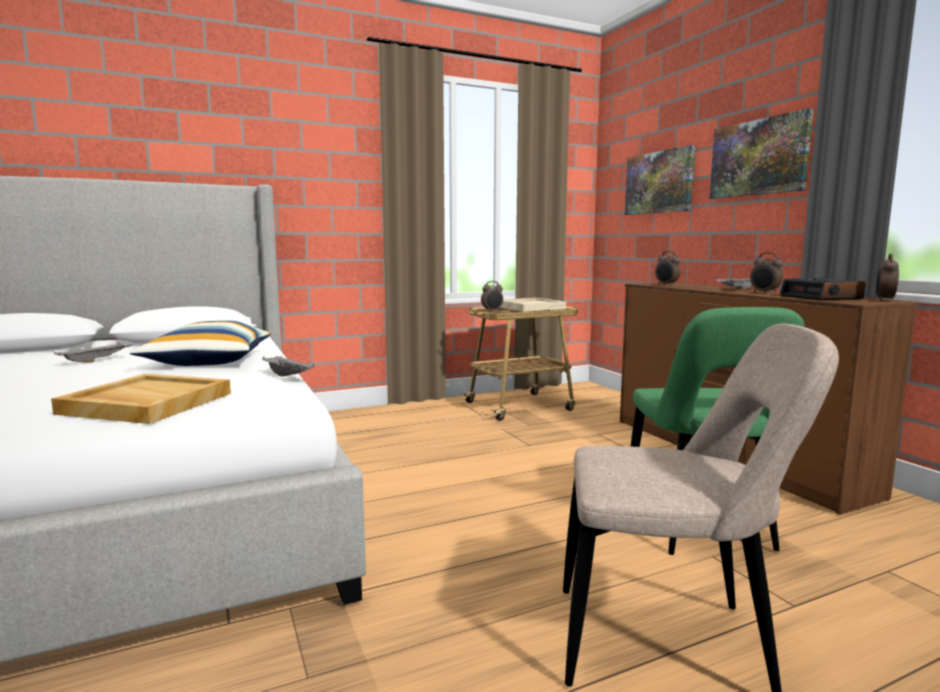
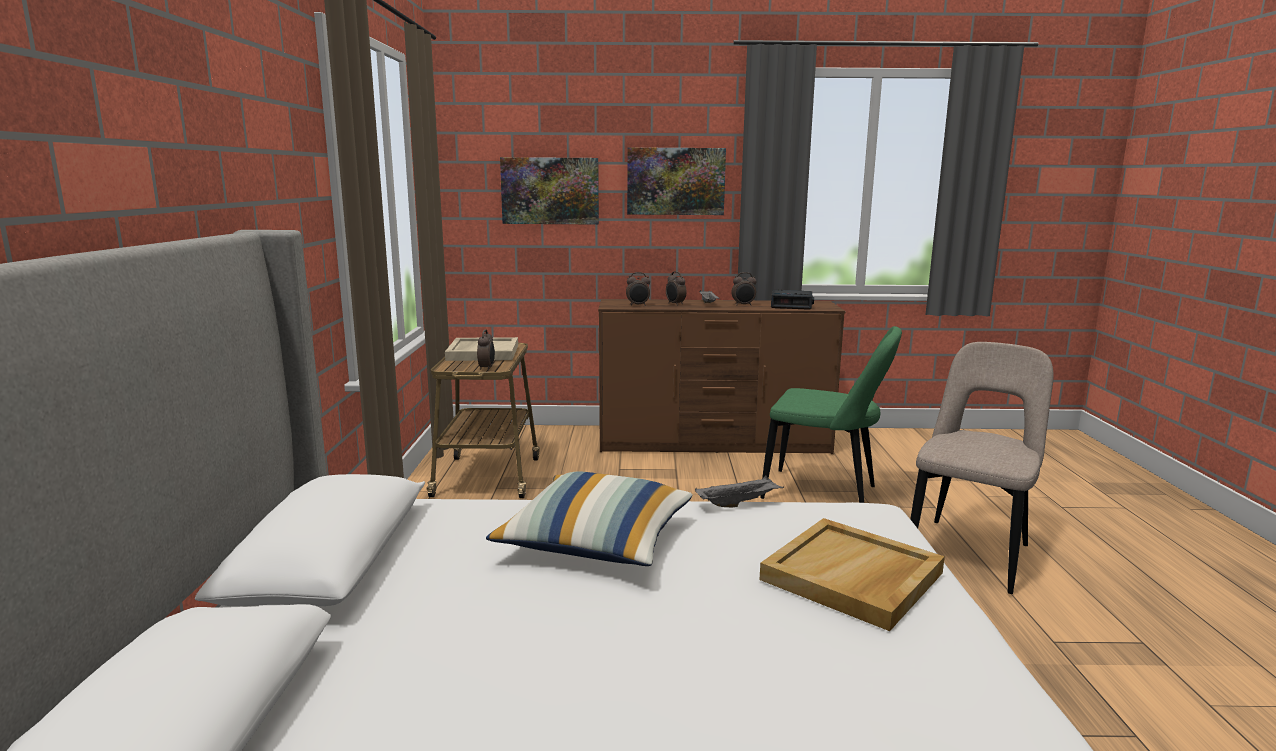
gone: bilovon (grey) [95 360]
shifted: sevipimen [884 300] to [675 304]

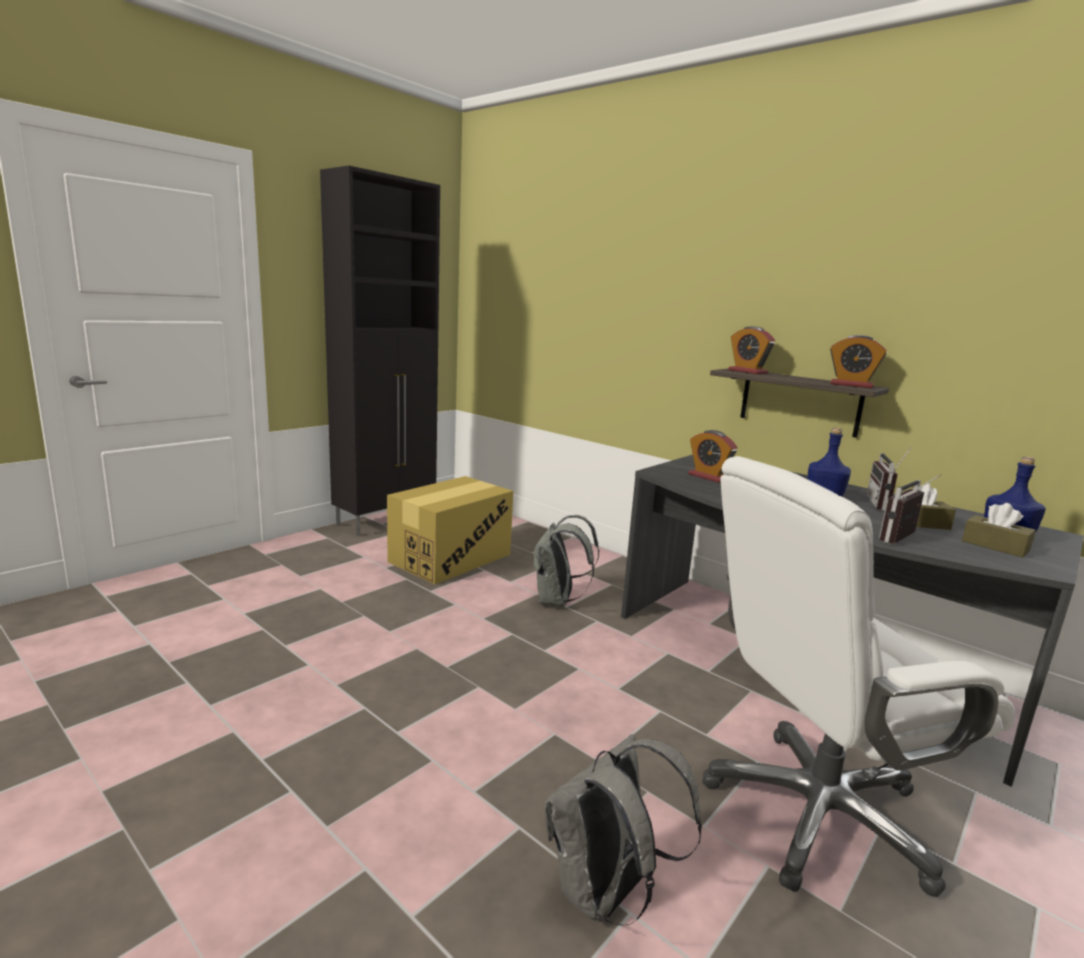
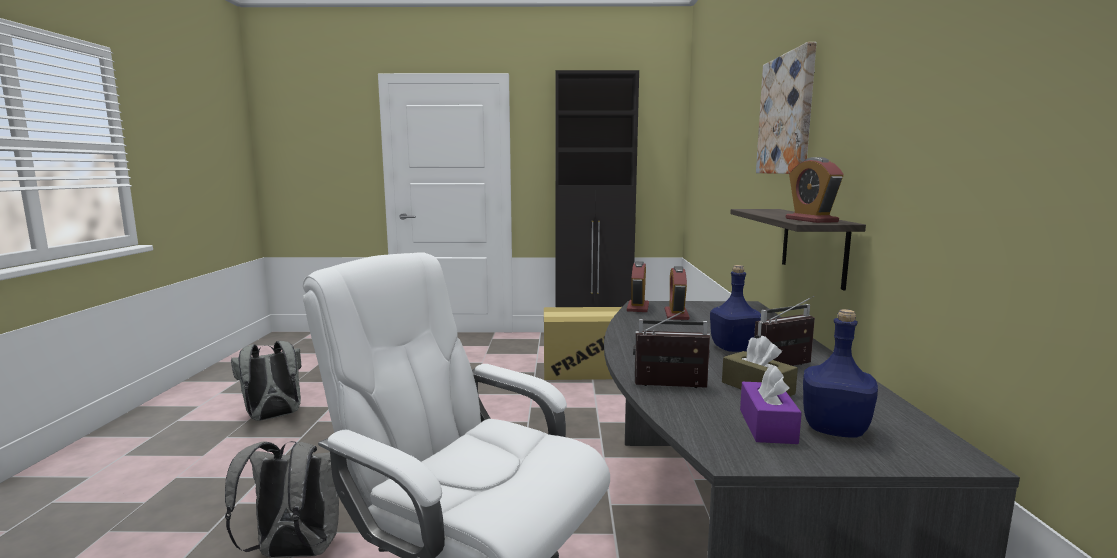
new: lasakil [787 115]
shifted: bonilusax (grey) [557 601] to [273 417]; sevipimen [747 371] to [638 307]
repainted: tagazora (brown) [995 546] to tagazora (purple) [767 426]

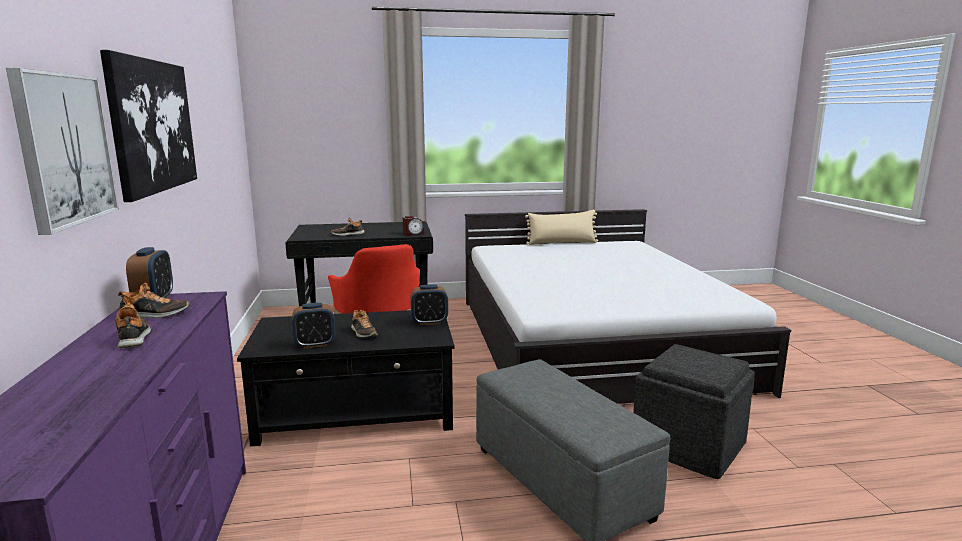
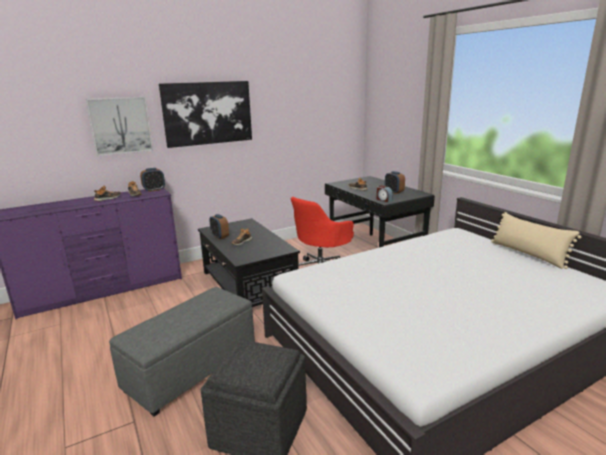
shifted: sevipimen [429 322] to [394 192]

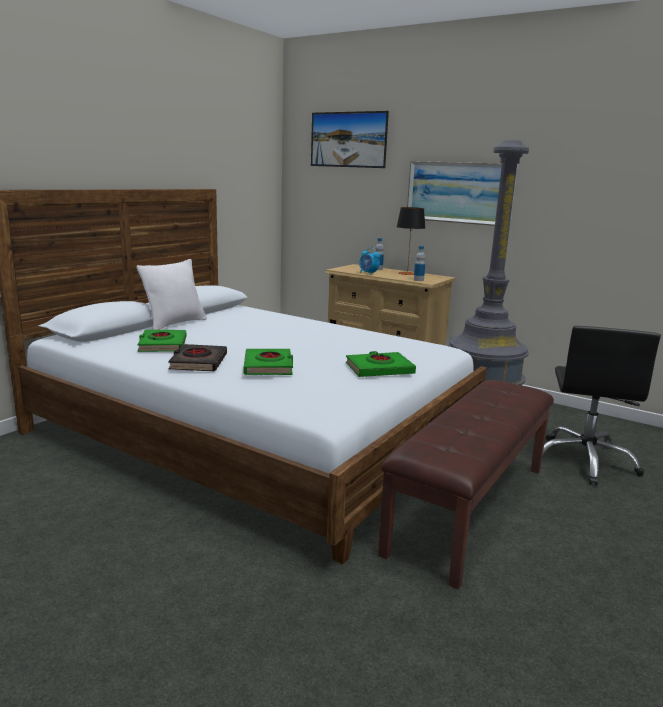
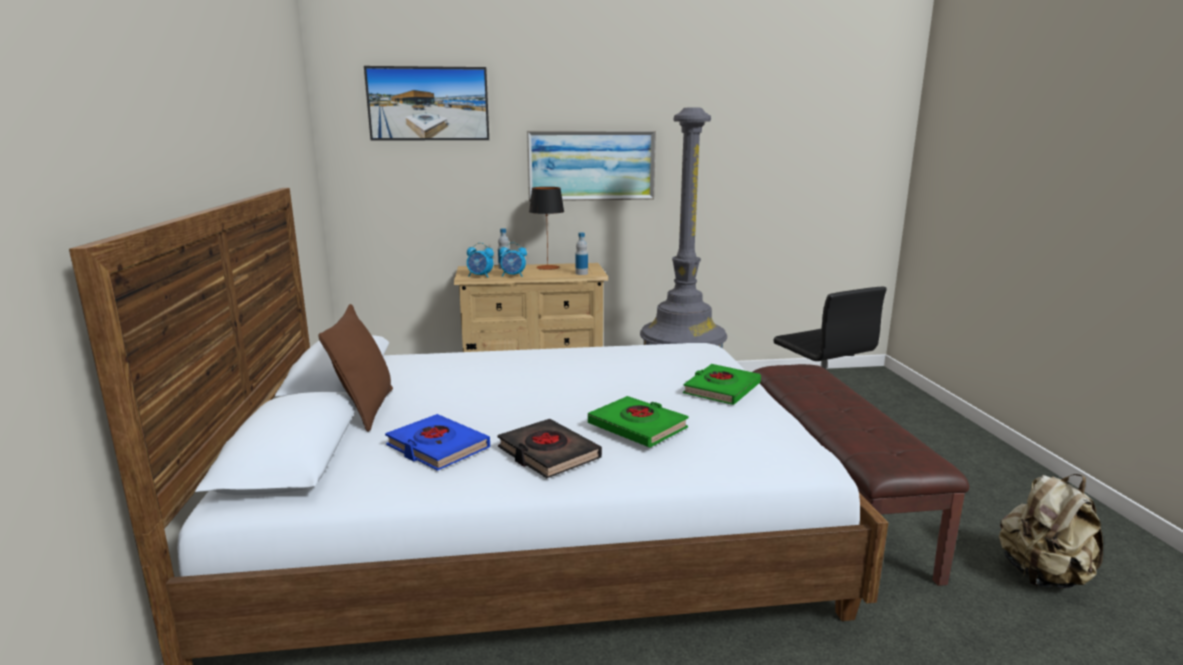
new: sevipimen [480 276]; bonilusax (beige) [1042 576]
repainted: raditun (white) [175 323] to raditun (brown) [366 410]; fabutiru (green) [162 345] to fabutiru (blue) [437 448]

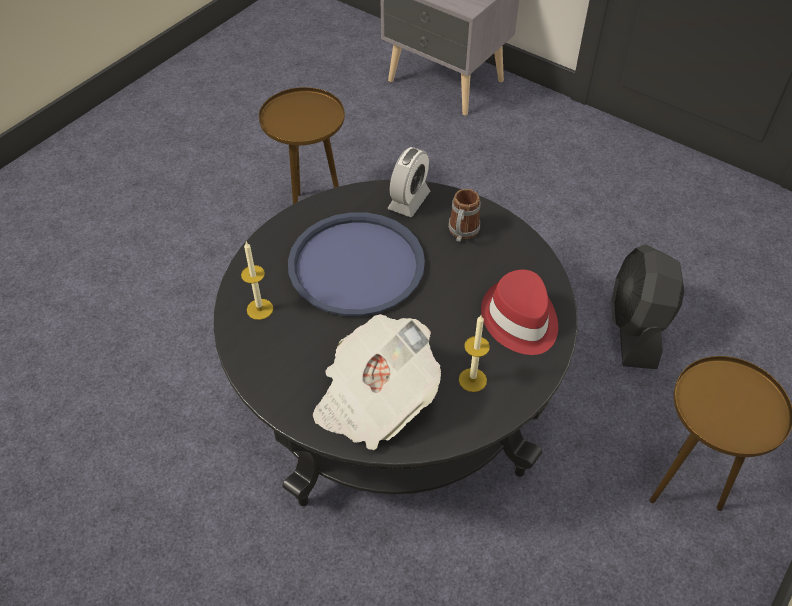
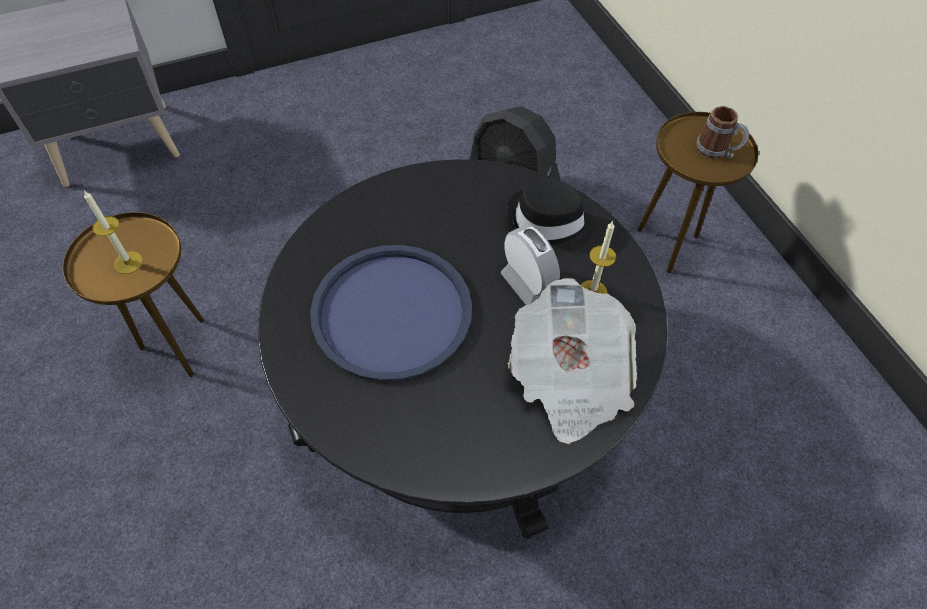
shifted: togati [260 309] to [128 262]; sevipimen [409 201] to [528 285]; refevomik [462 233] to [717 151]
repainted: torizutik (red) [519 320] to torizutik (black) [548 224]

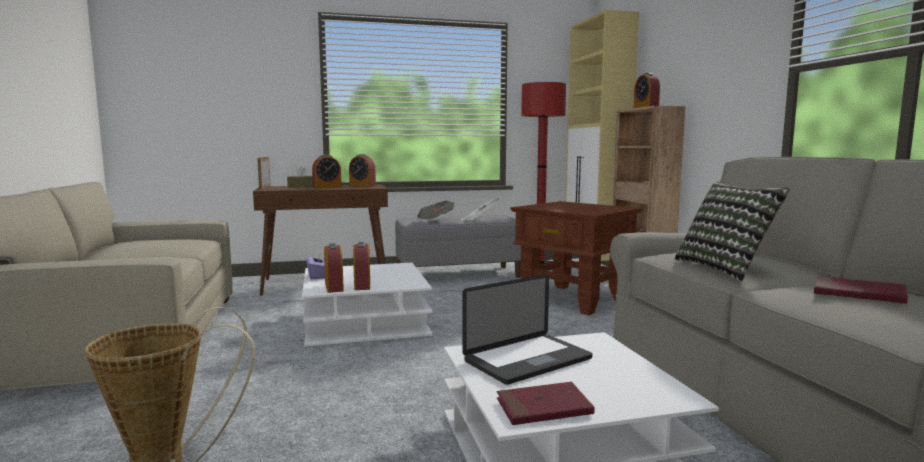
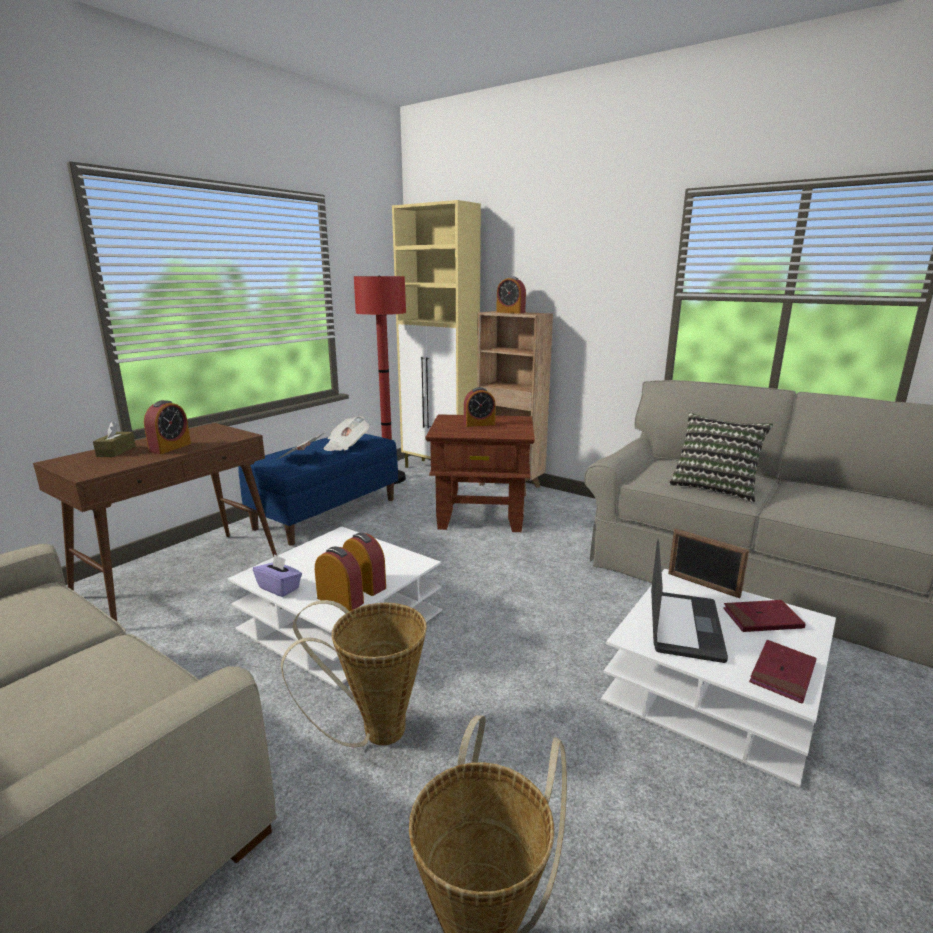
new: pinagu [374 731]
shifted: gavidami [265 188] to [703 585]; sevipimen [362 186] to [479 424]; fabutiru (red) [858 294] to [762 619]
repainted: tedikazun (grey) [459 275] to tedikazun (blue) [327 513]

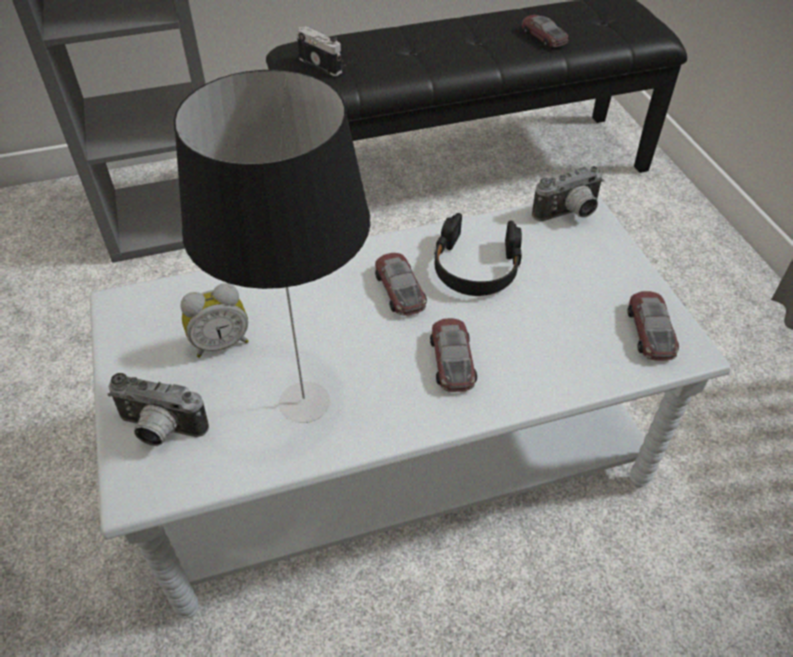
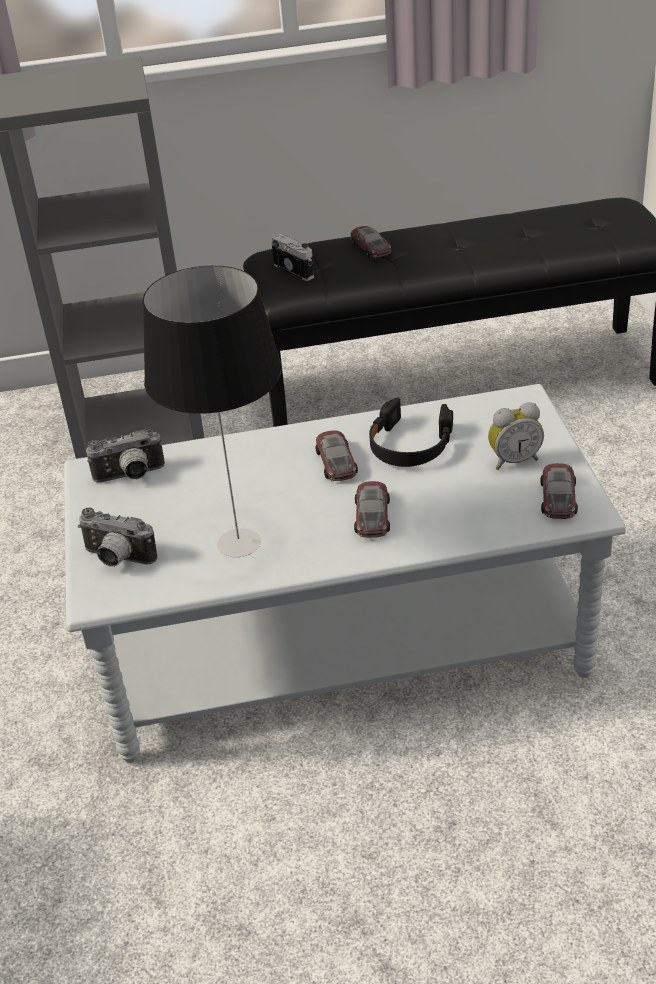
shifted: sevipimen [220 343] to [513 460]; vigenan [543 37] to [371 247]; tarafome [569 214] to [131 477]

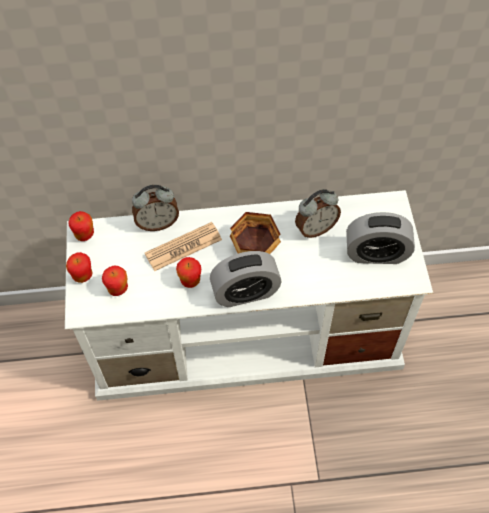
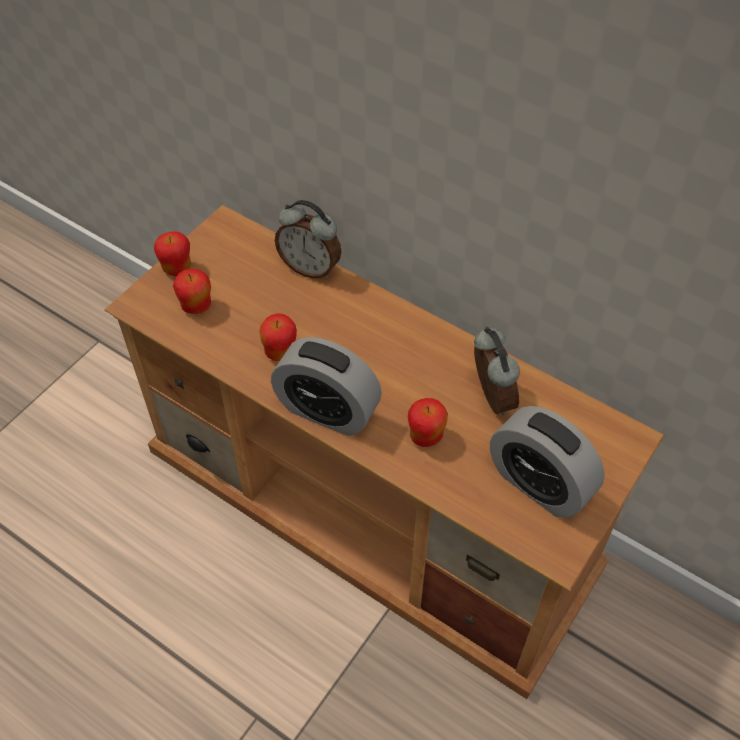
gone: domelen [183 247]; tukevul [255 246]
shifted: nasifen [84 235] to [425 437]
repainted: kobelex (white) [248 335] to kobelex (brown) [373 507]
rotated: sevipimen [315 228] = [489 398] 120 degrees counterclockwise

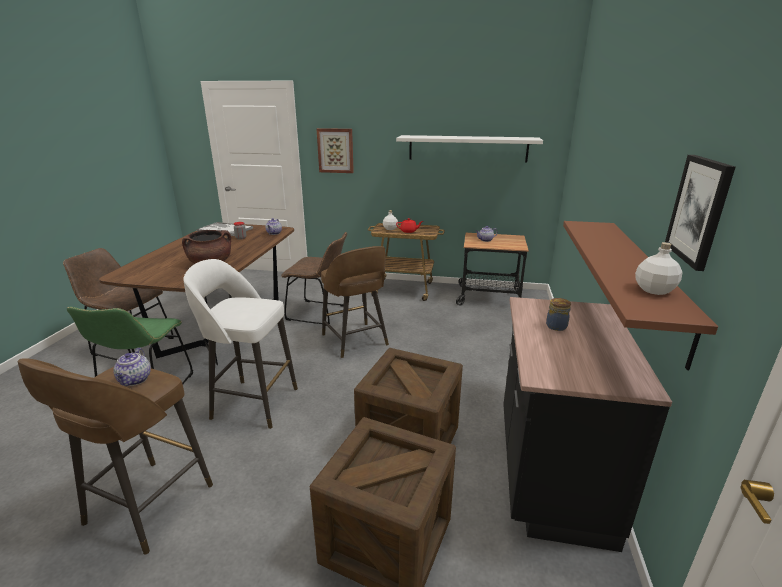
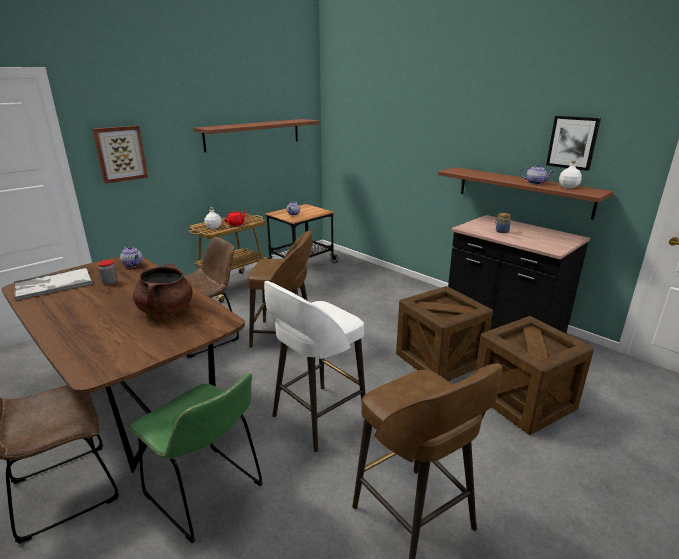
shifted: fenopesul [135 380] to [535 183]
repainted: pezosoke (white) [467 148] to pezosoke (brown) [253 134]

